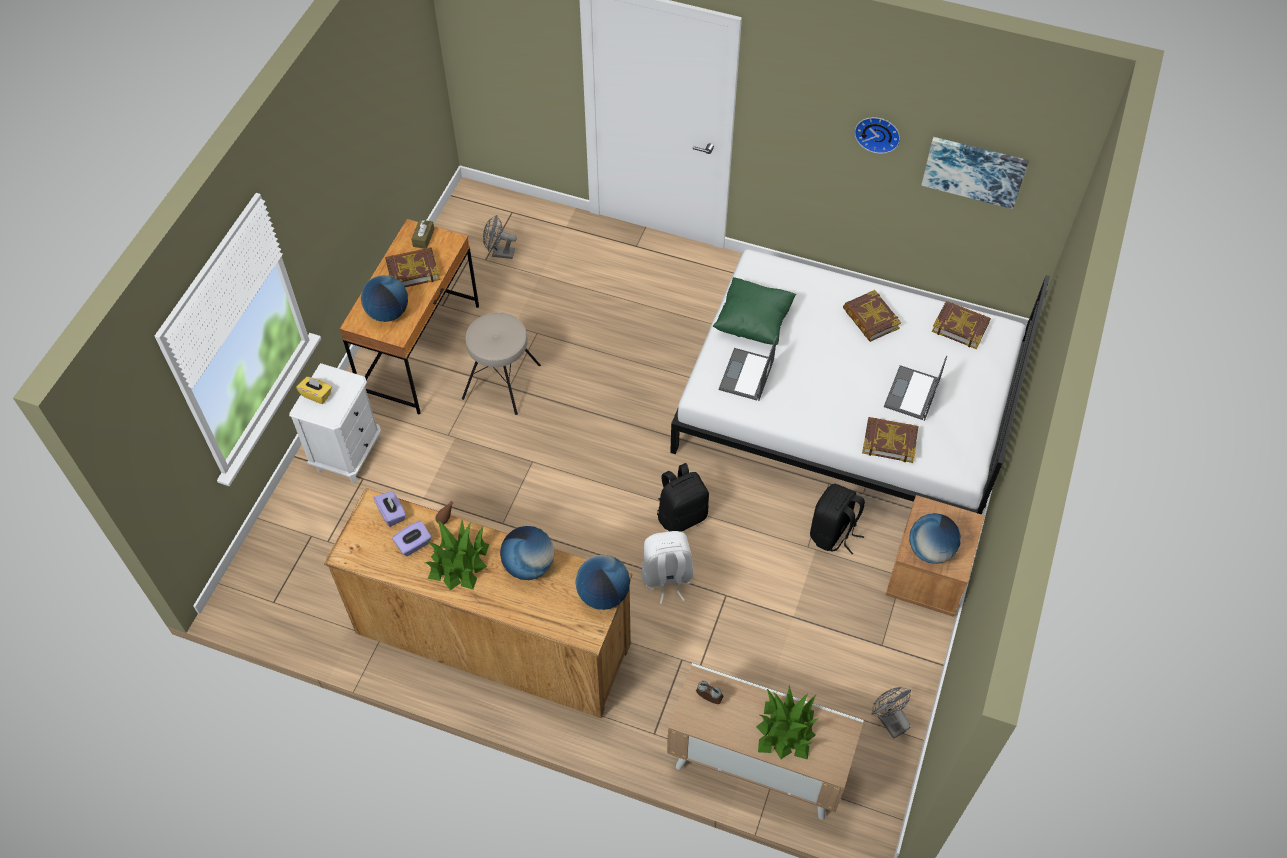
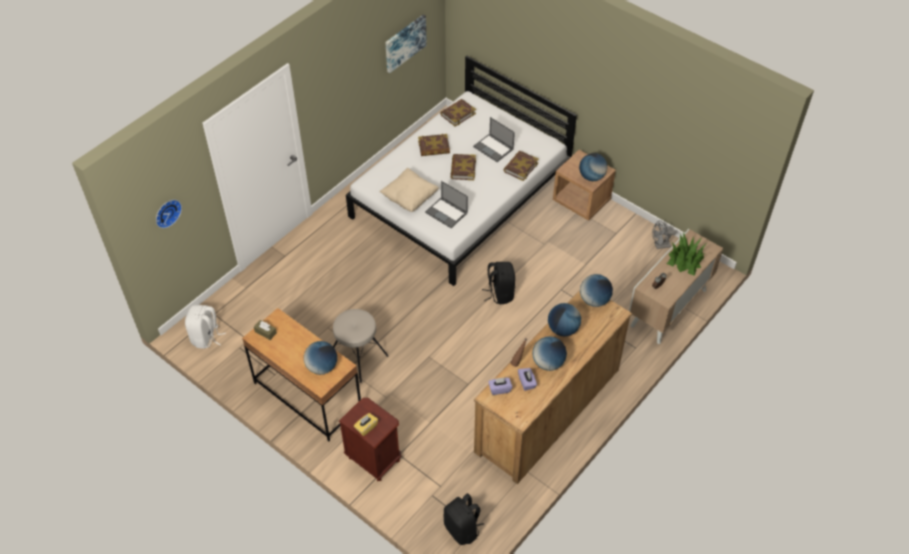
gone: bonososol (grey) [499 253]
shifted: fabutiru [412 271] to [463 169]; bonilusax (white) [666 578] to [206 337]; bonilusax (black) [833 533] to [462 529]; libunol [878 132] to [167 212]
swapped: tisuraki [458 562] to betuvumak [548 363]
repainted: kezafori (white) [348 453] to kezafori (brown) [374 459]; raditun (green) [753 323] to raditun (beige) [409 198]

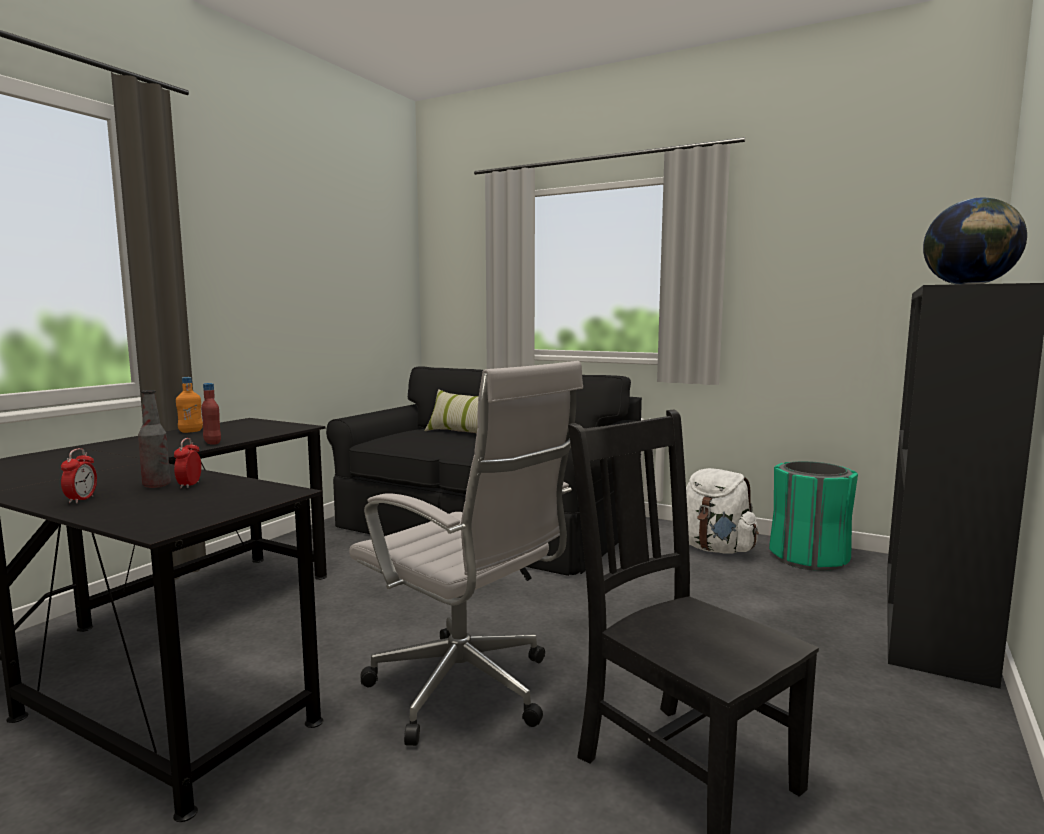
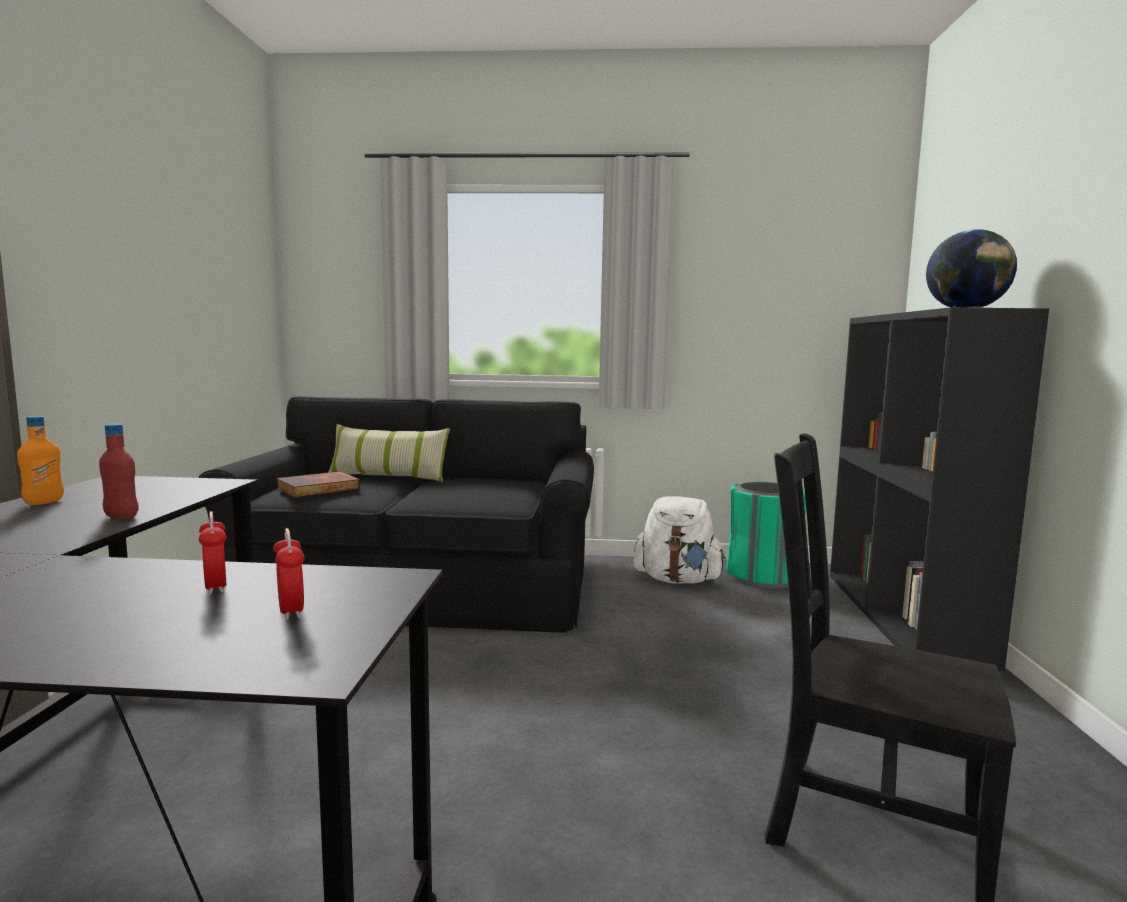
gone: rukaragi [156 485]; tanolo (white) [468 692]
new: fabutiru [318 489]
shifted: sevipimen [81 499] to [291 612]

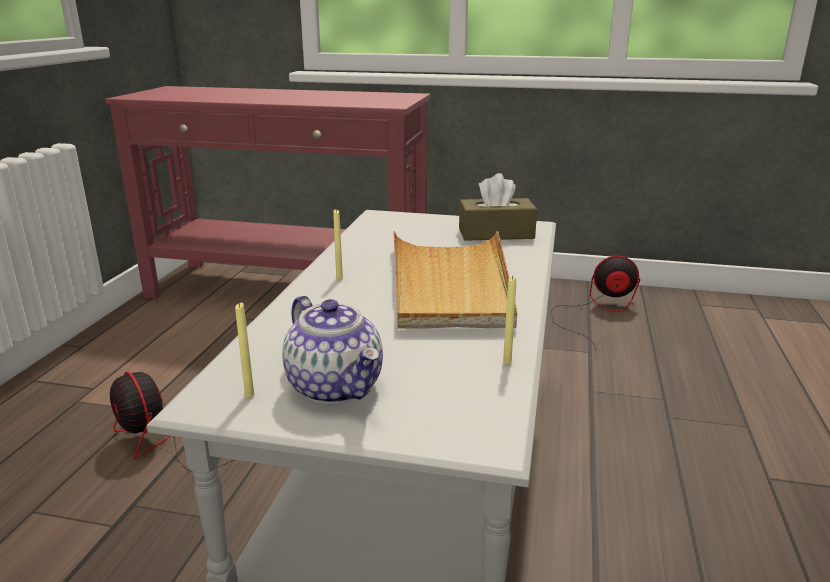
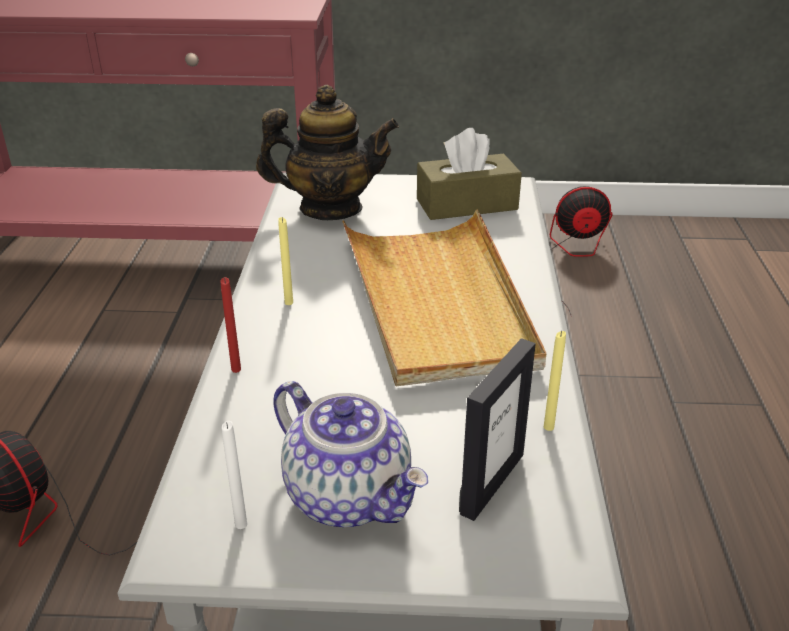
new: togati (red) [236 369]; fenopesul [330 209]; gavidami [491 483]
repainted: togati (yellow) [249 395] to togati (white) [241 524]

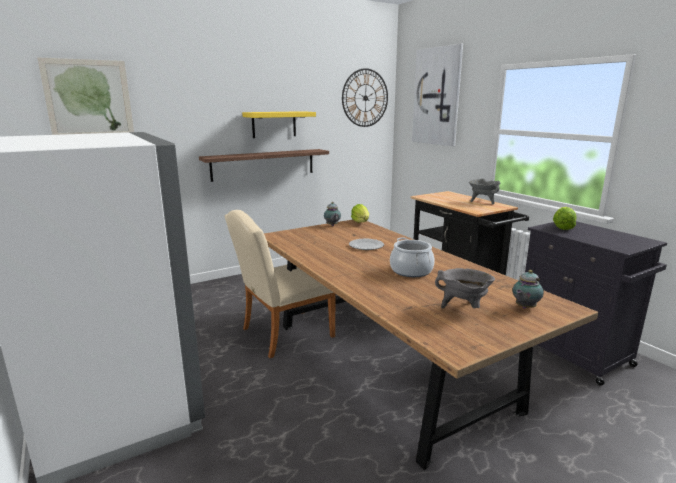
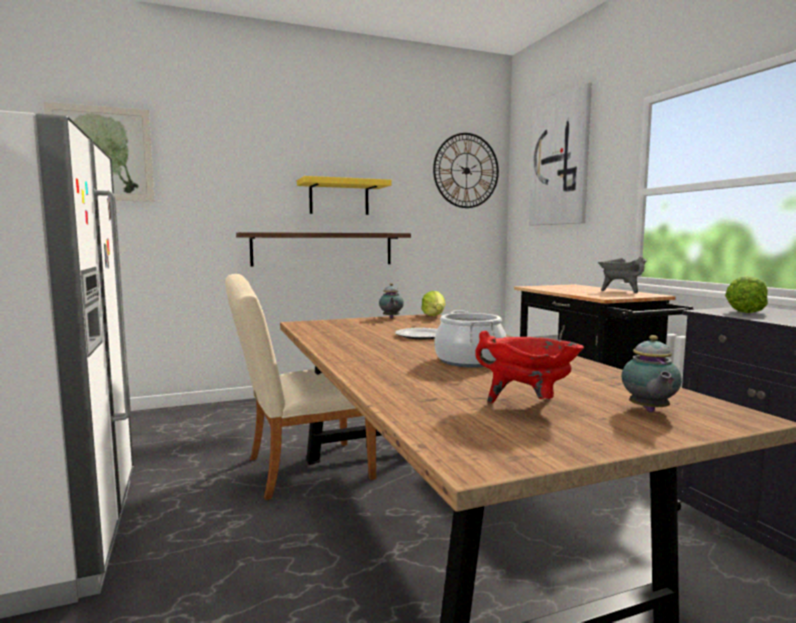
repainted: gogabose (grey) [463 308] to gogabose (red) [529 405]
rotated: fenopesul [524 307] = [648 411] 45 degrees counterclockwise

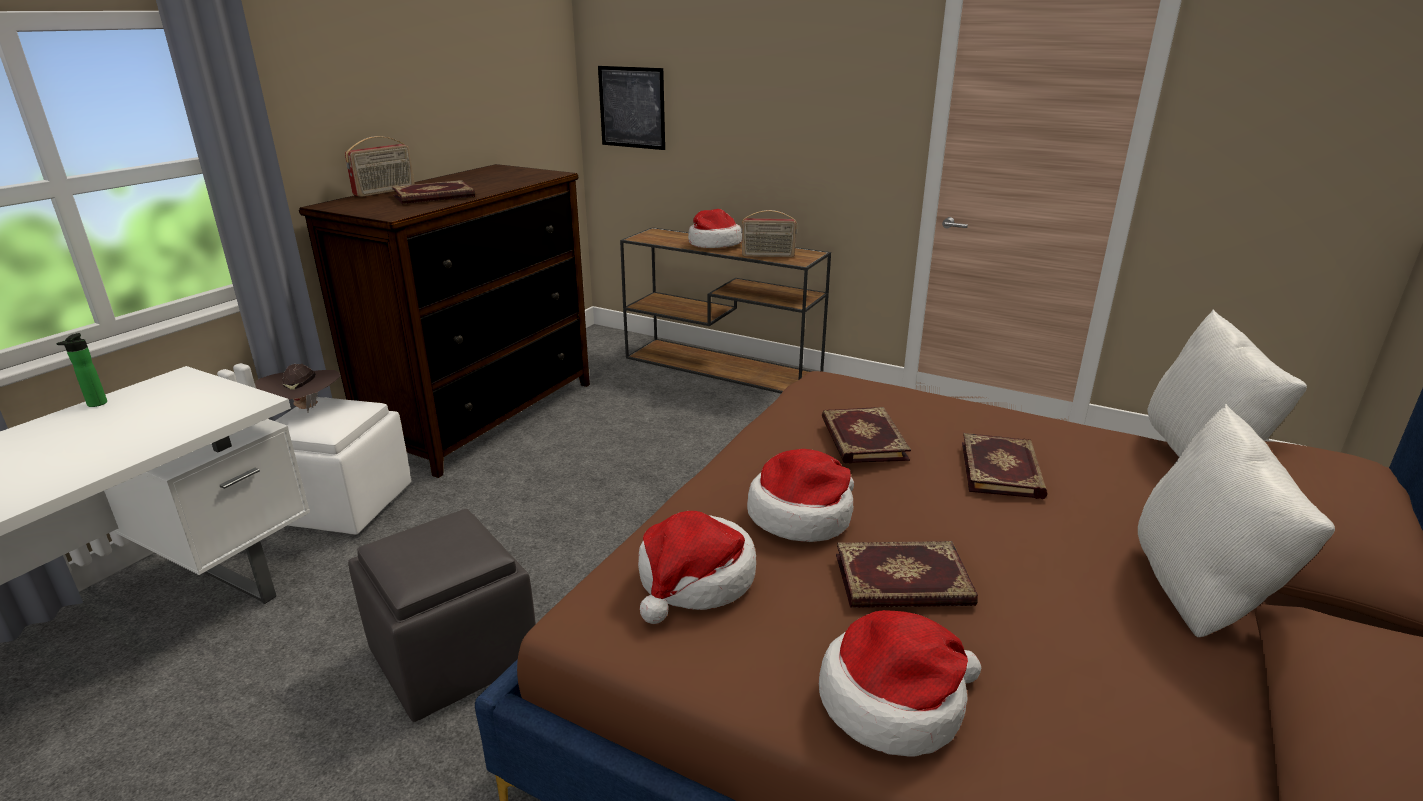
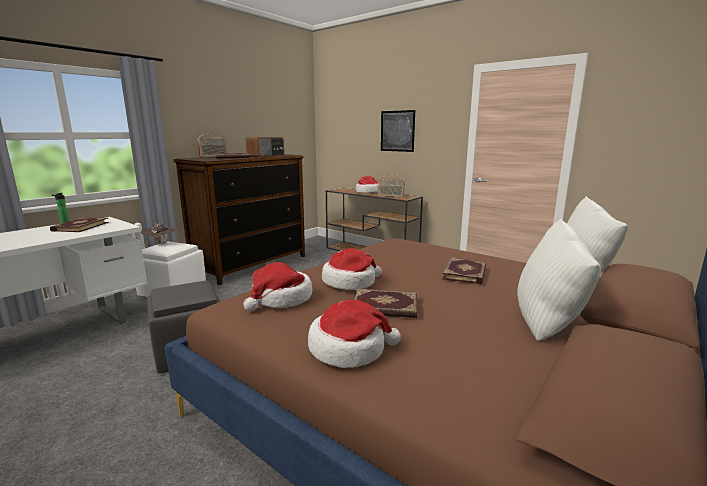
new: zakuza [266 156]
shifted: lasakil [632 107] to [397 131]; fabutiru [862 439] to [80 226]

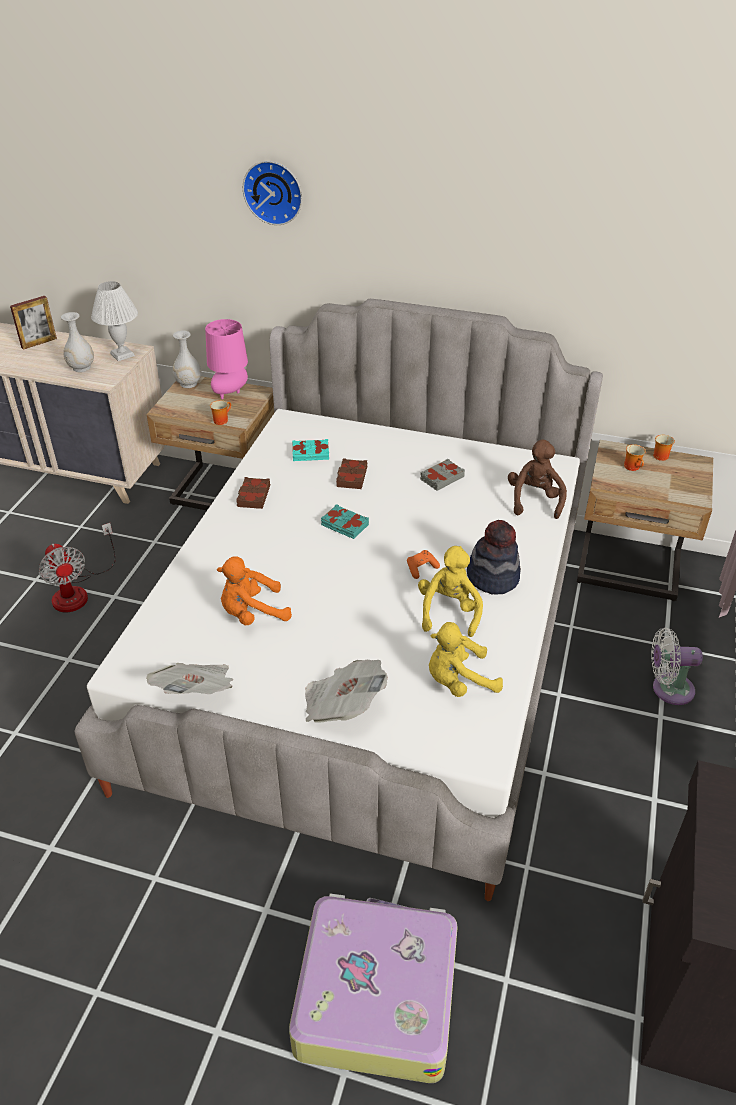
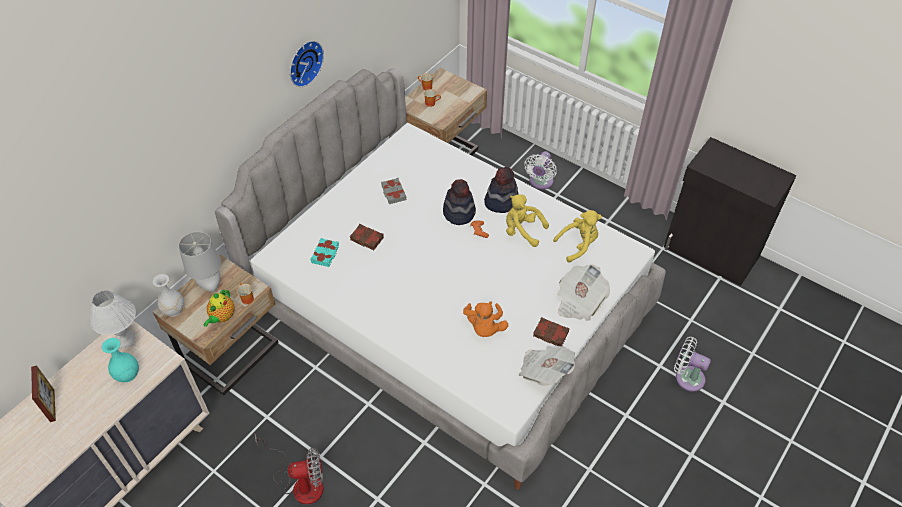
gone: fabutiru (turquoise) [344 525]; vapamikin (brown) [534 500]
new: fenopesul [222 317]; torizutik [459 212]
shifted: fabutiru (brown) [253 496] to [550 334]; libunol [274 191] to [303 62]
swapped: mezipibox [375 995] to bonososol (white) [686 377]
repainted: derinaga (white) [81 367] to derinaga (turquoise) [127 375]; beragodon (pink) [230 393] to beragodon (grey) [209 284]
rotated: vapamikin (yellow) [458 681] = [578 245] 120 degrees counterclockwise

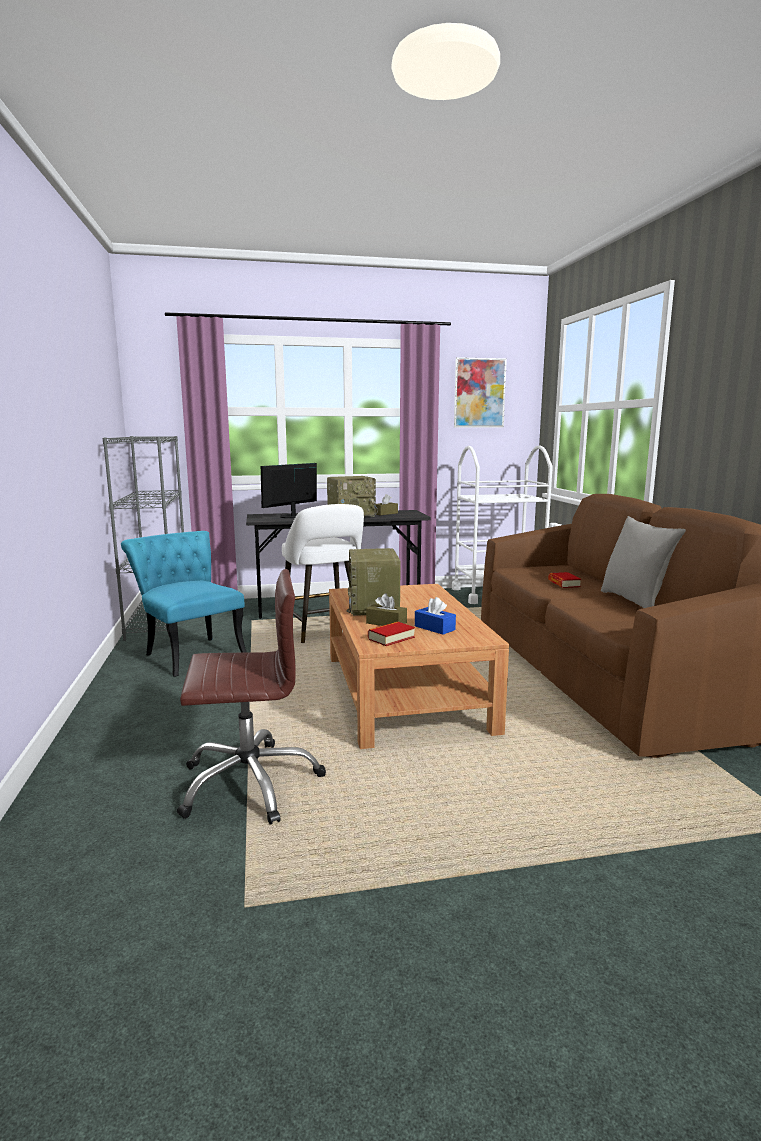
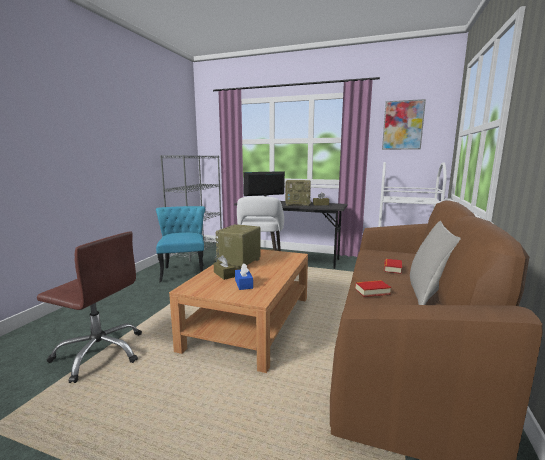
shifted: fabutiru [391 638] to [372 291]

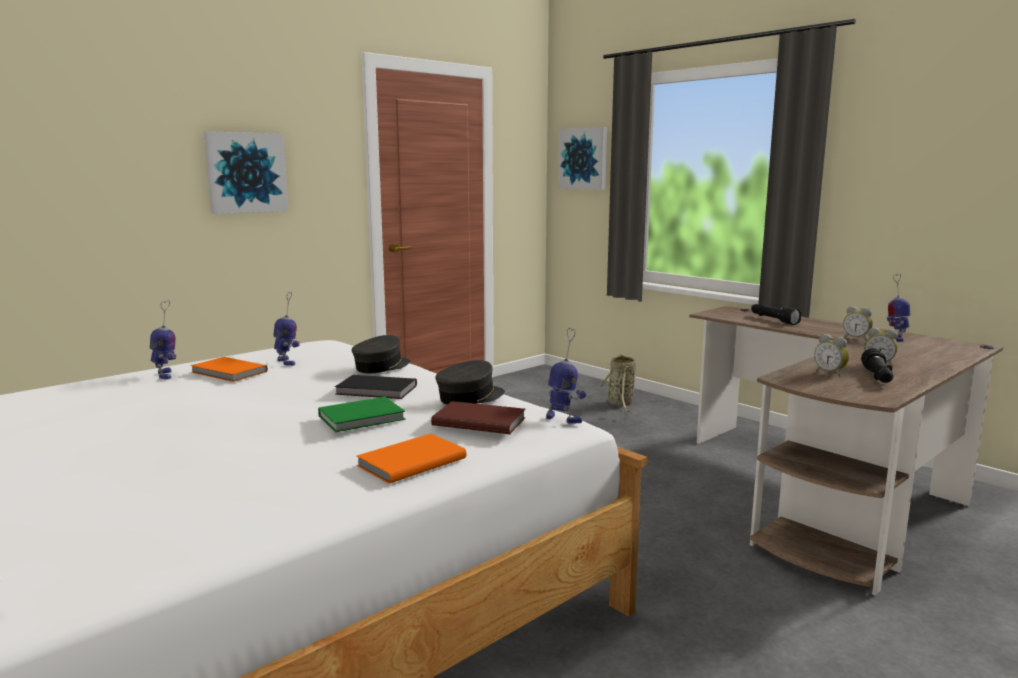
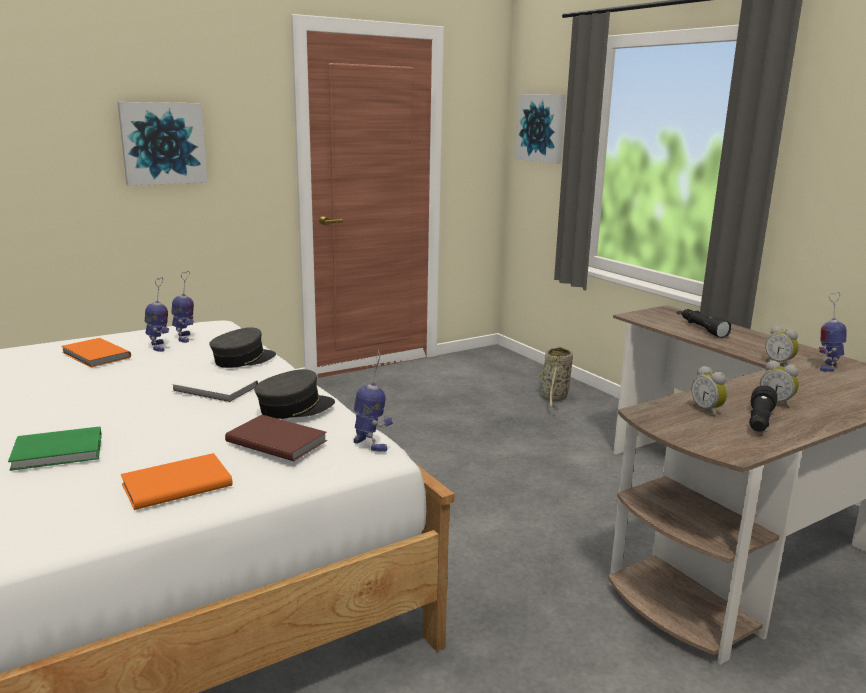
shifted: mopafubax [166 375] to [185 338]; fabutiru (green) [364 417] to [60 452]
repainted: fabutiru (black) [377 390] to fabutiru (white) [215 390]

